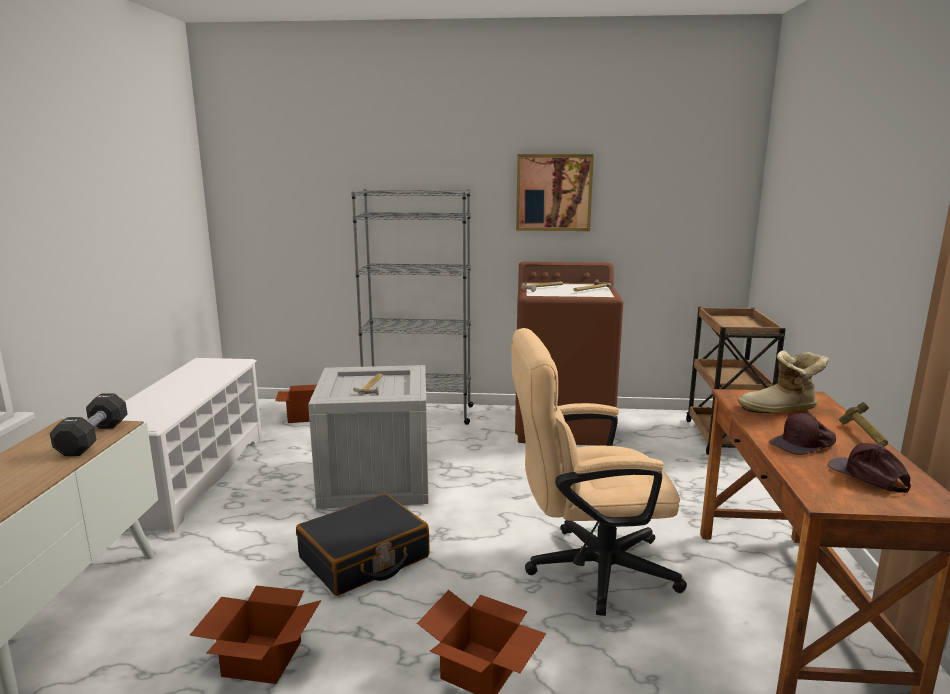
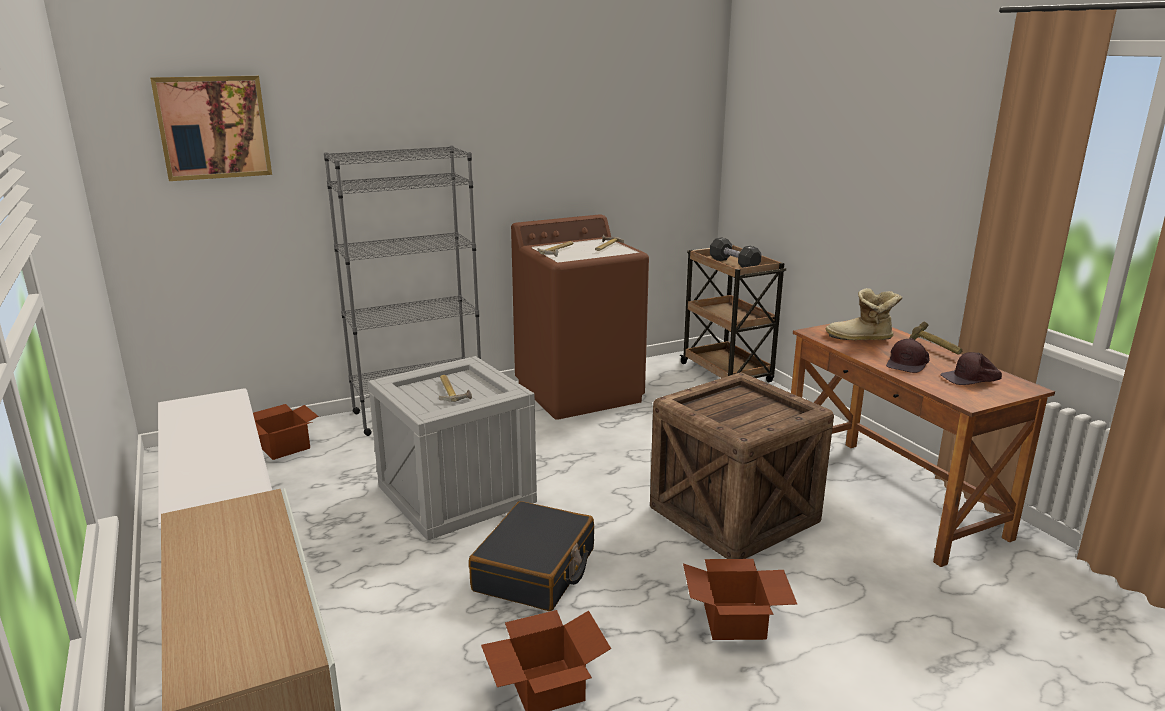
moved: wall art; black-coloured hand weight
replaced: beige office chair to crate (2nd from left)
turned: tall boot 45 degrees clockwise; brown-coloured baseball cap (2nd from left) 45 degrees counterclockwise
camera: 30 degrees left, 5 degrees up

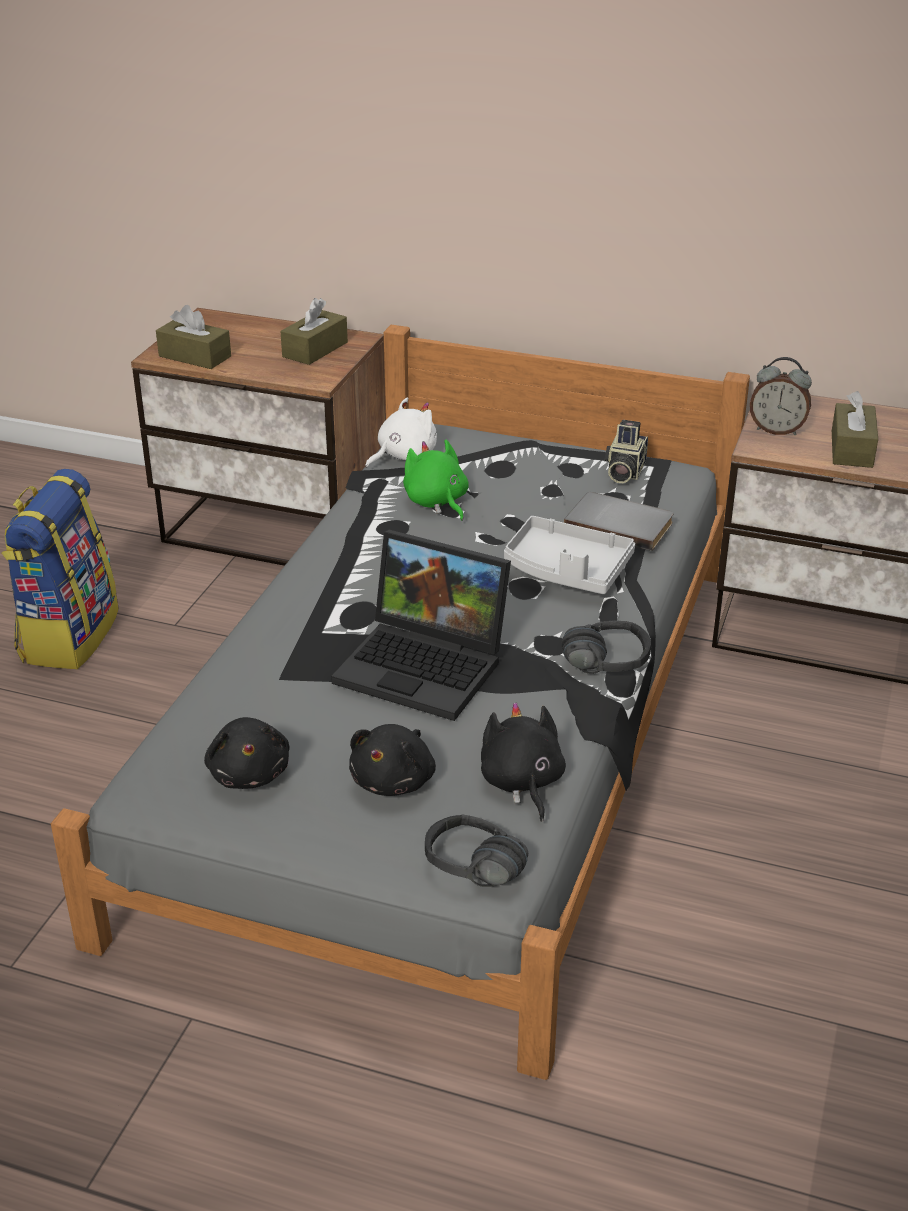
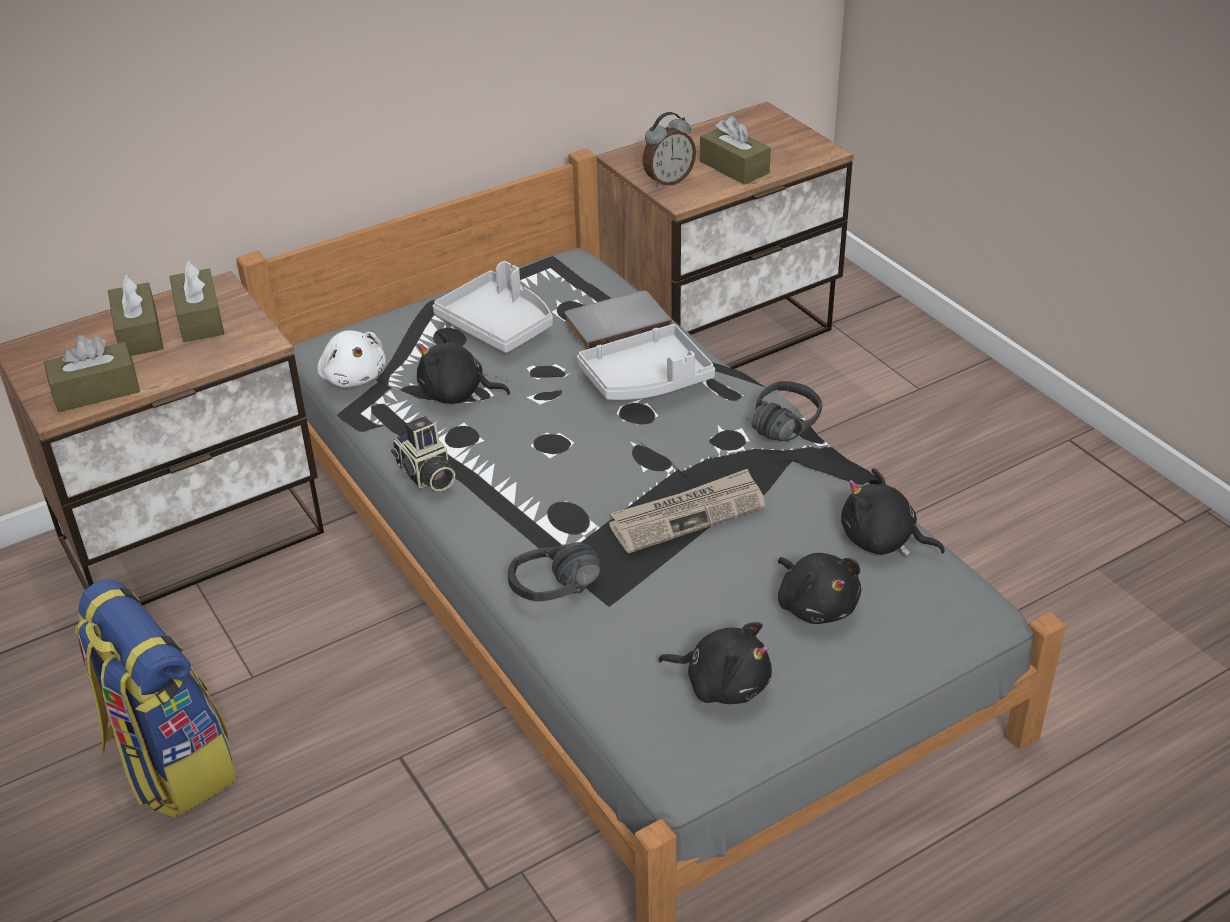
added: brown-coloured tissue box (2nd from left); gray carrying tray (1st from left)
moved: photo camera; black-coloured headphones (1st from left)
replaced: notebook computer to newspaper
recoloured: green plush toy to black-coloured plush toy (1st from left)
turned: whitish plush toy 150 degrees clockwise
camera: 50 degrees left, 5 degrees up

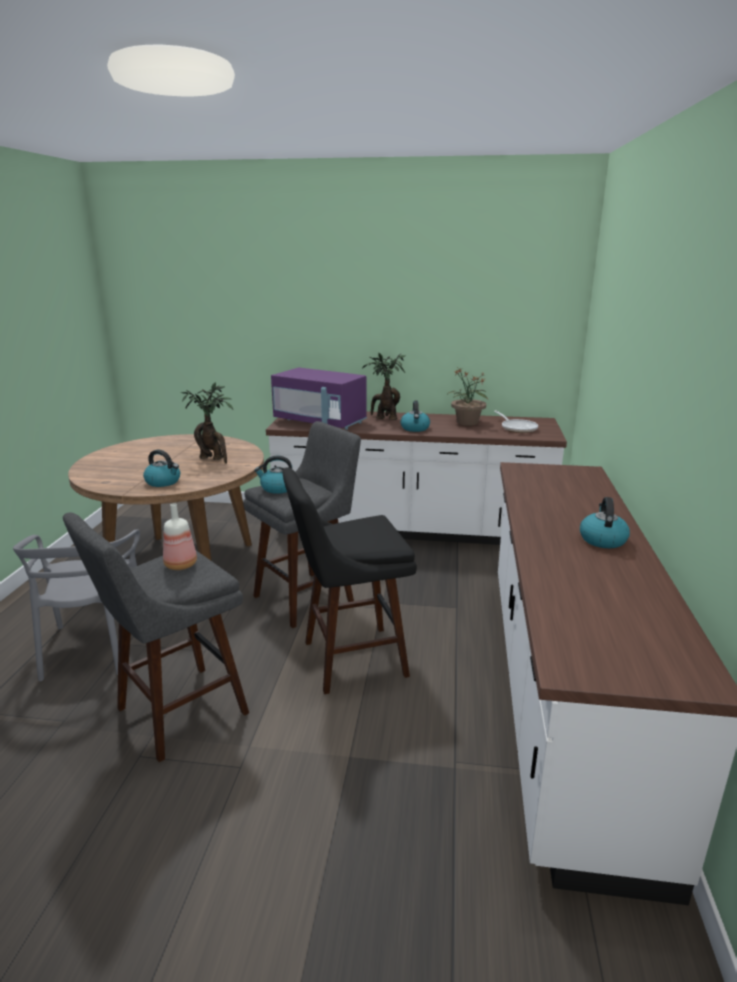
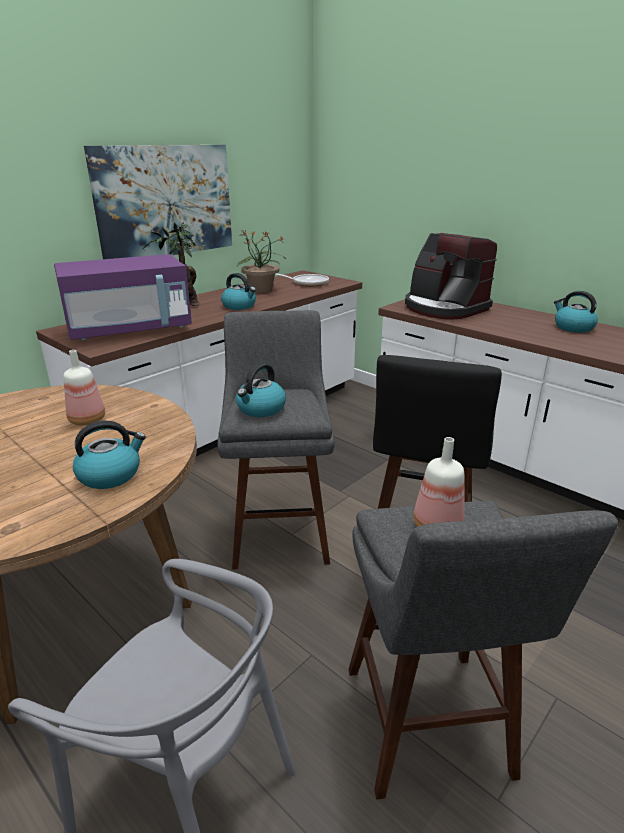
added: wall art; coffee brewer
replaced: plant in a pot (1st from left) to drink bottle (1st from left)
camera: 55 degrees left, 5 degrees up

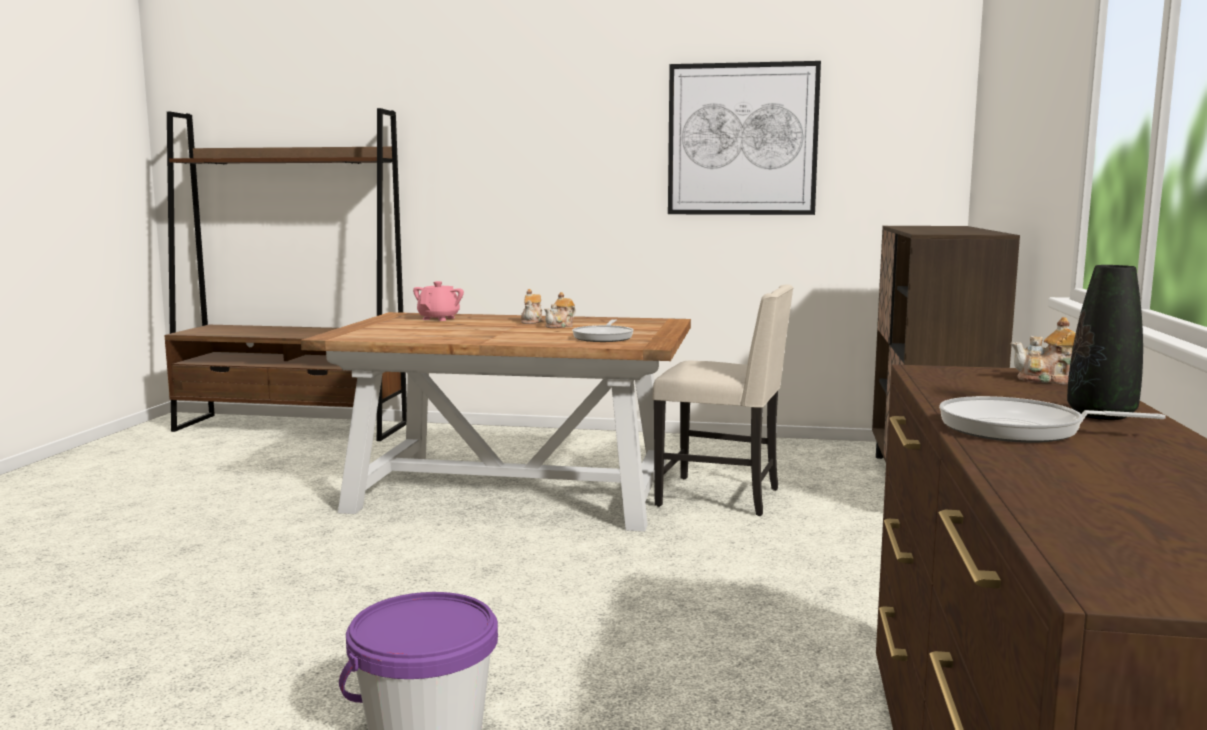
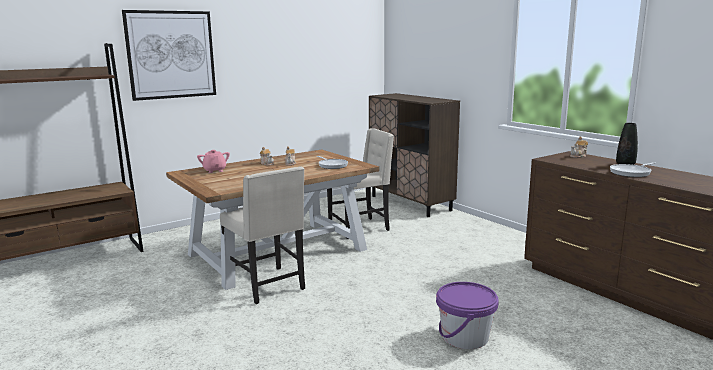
added: beige plain chair (1st from left)
moved: wall art
camera: 45 degrees left, 5 degrees up

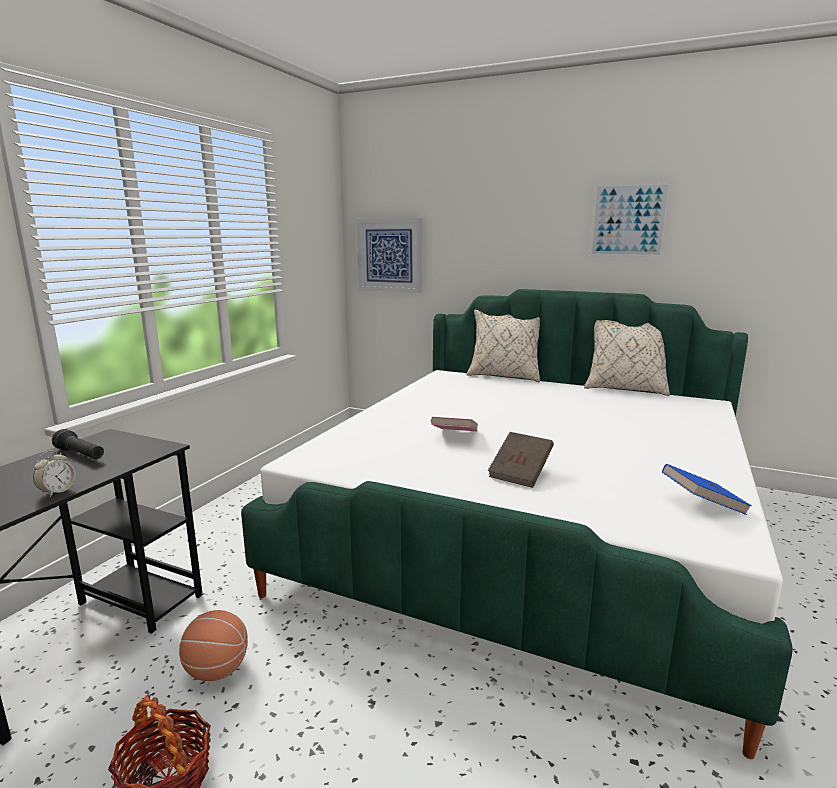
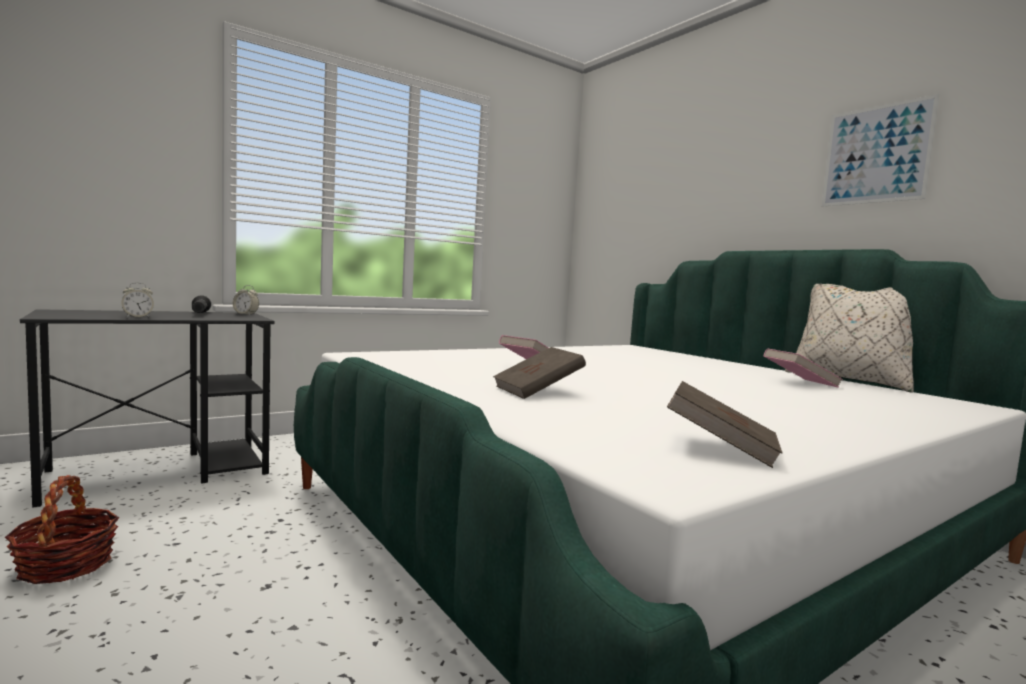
removed: basketball; wall art (1st from left); beige cushion (1st from left)
added: table clock (2nd from left); pink volume (2nd from left)
recoloured: bluish volume to brown-coloured volume (2nd from left)
camera: 30 degrees right, 10 degrees down

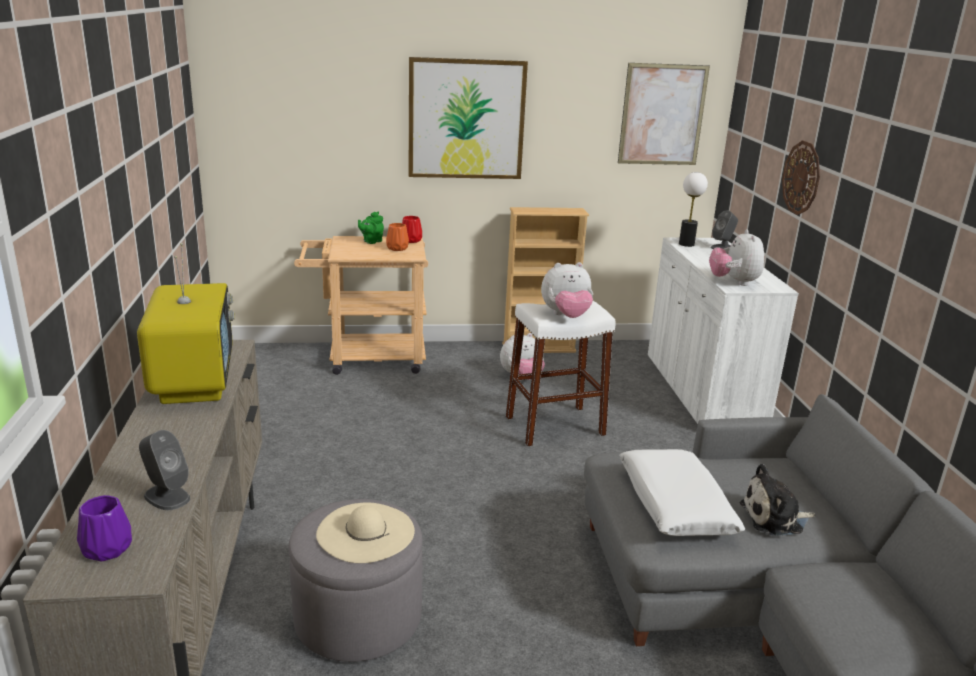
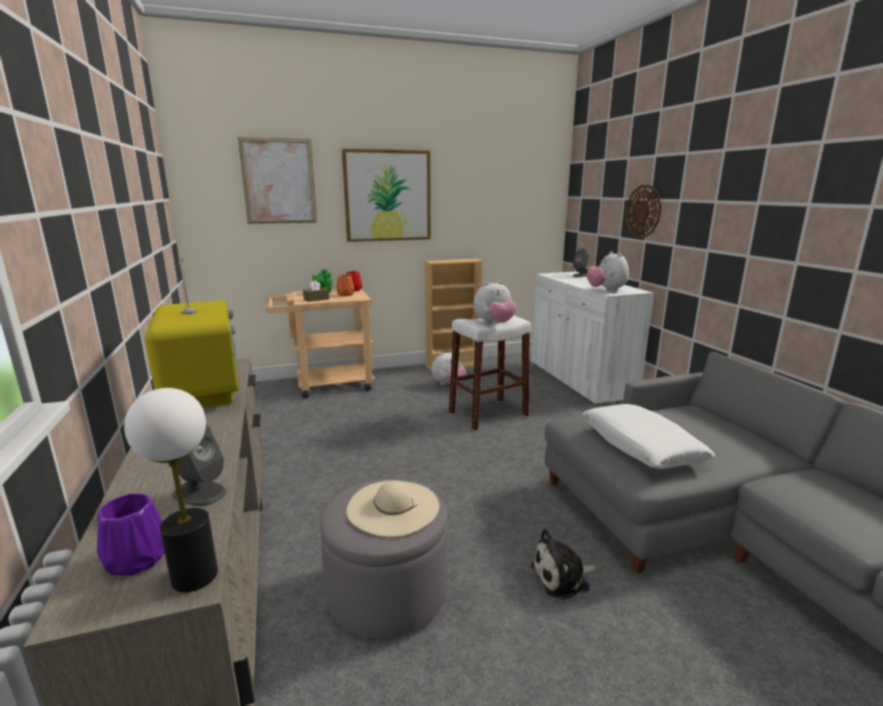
added: brown-coloured tissue box
moved: table lamp; wall art (2nd from left in the first image) to wall art (1st from left); plush toy (4th from left in the first image) to plush toy (3rd from left)
camera: 10 degrees left, 5 degrees down

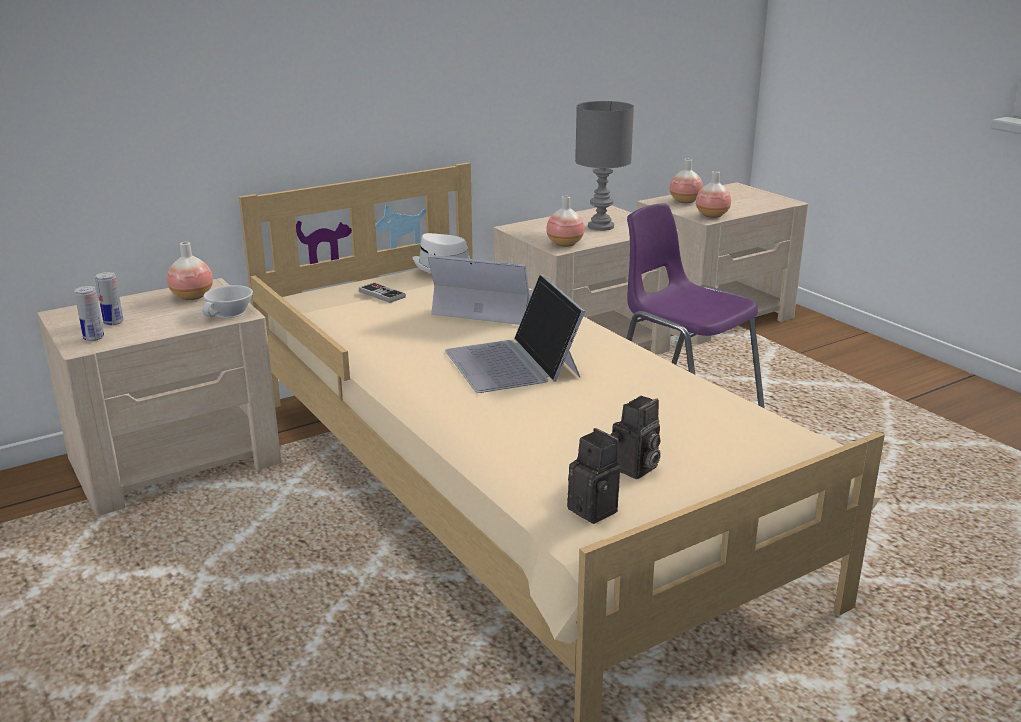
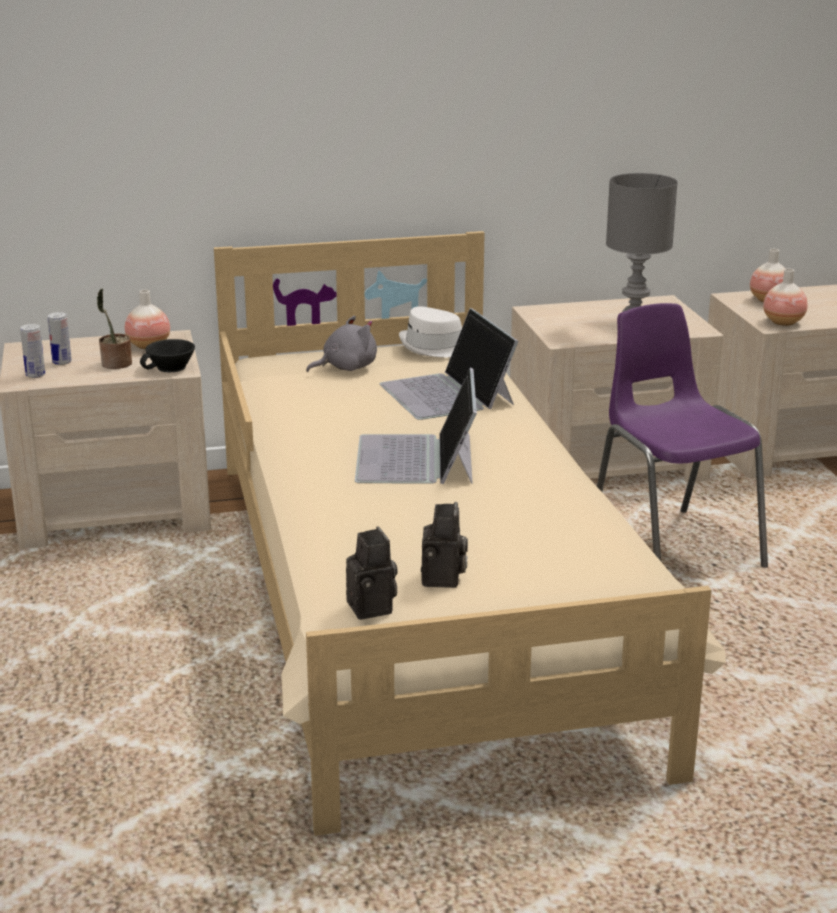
removed: decorative vase (2nd from left)
added: plant in a pot
replaced: joypad to gray plush toy
recoloured: whitish drinking cup to black-coloured drinking cup
turned: notebook computer (1st from left in the first image) 150 degrees counterclockwise; photo camera (2nd from left) 60 degrees counterclockwise
camera: 20 degrees right, 0 degrees up

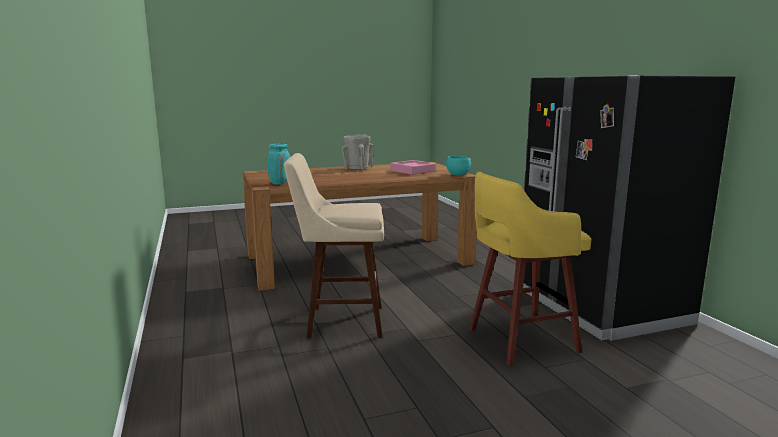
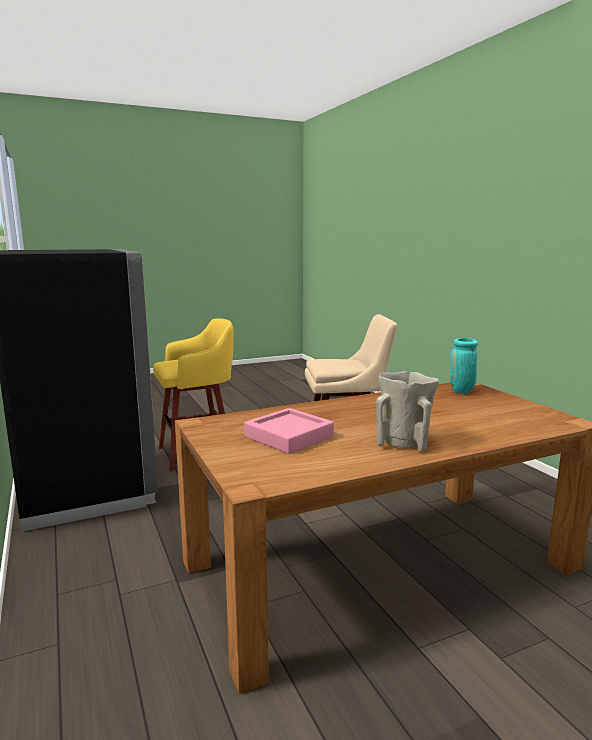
removed: turquoise deep dish
camera: 175 degrees right, 0 degrees up

